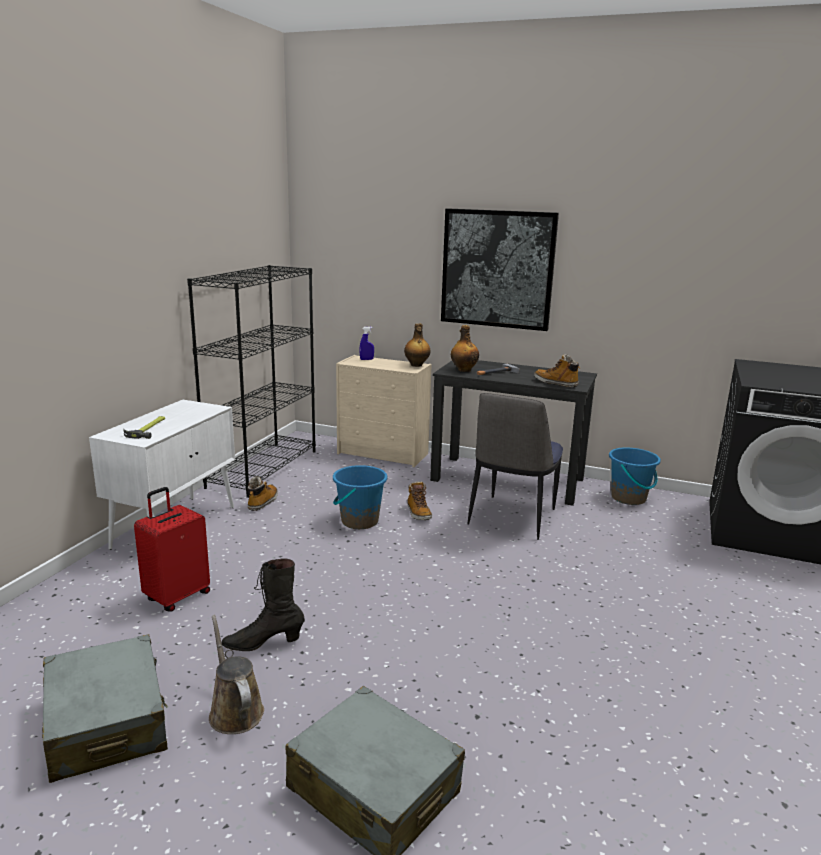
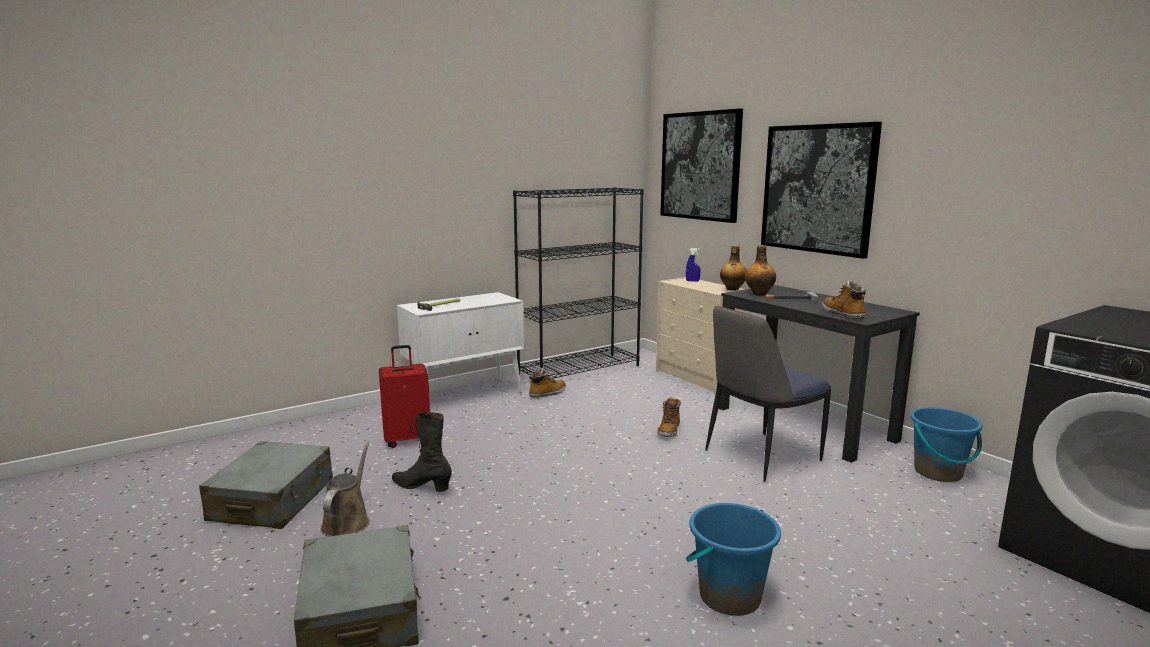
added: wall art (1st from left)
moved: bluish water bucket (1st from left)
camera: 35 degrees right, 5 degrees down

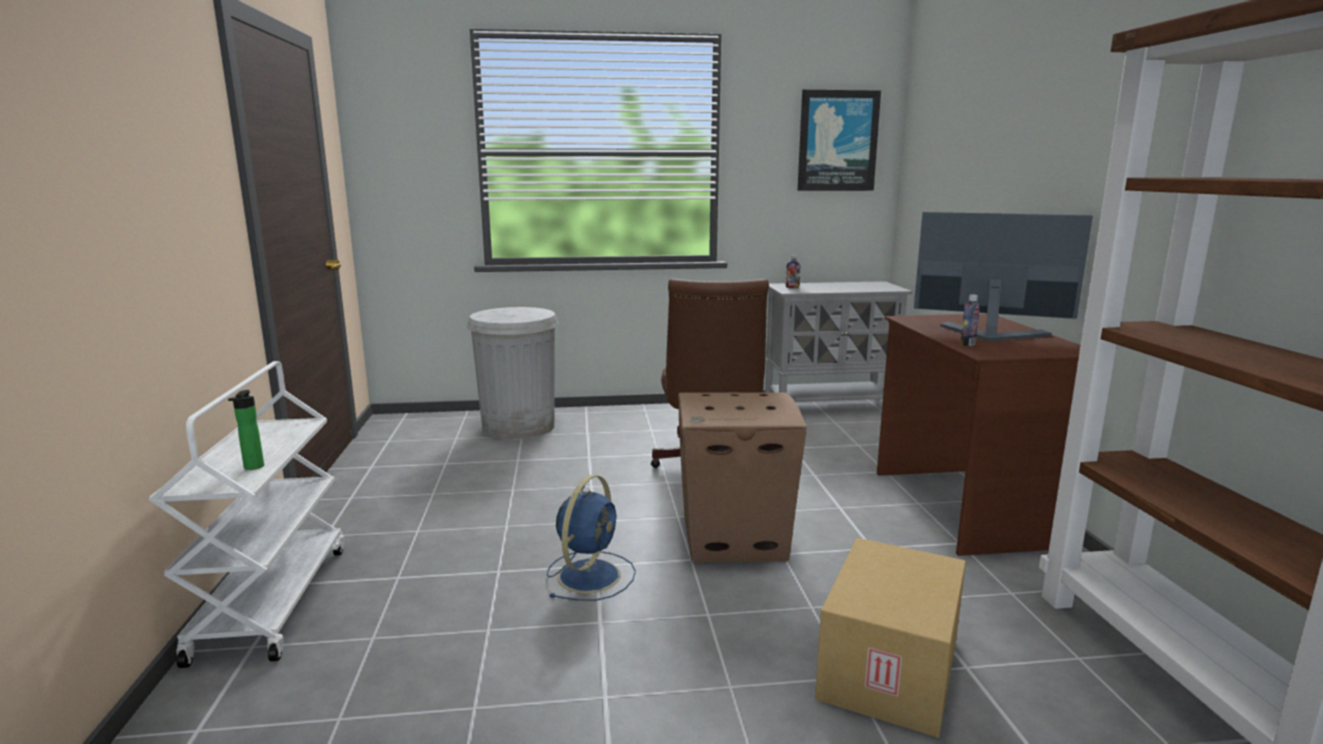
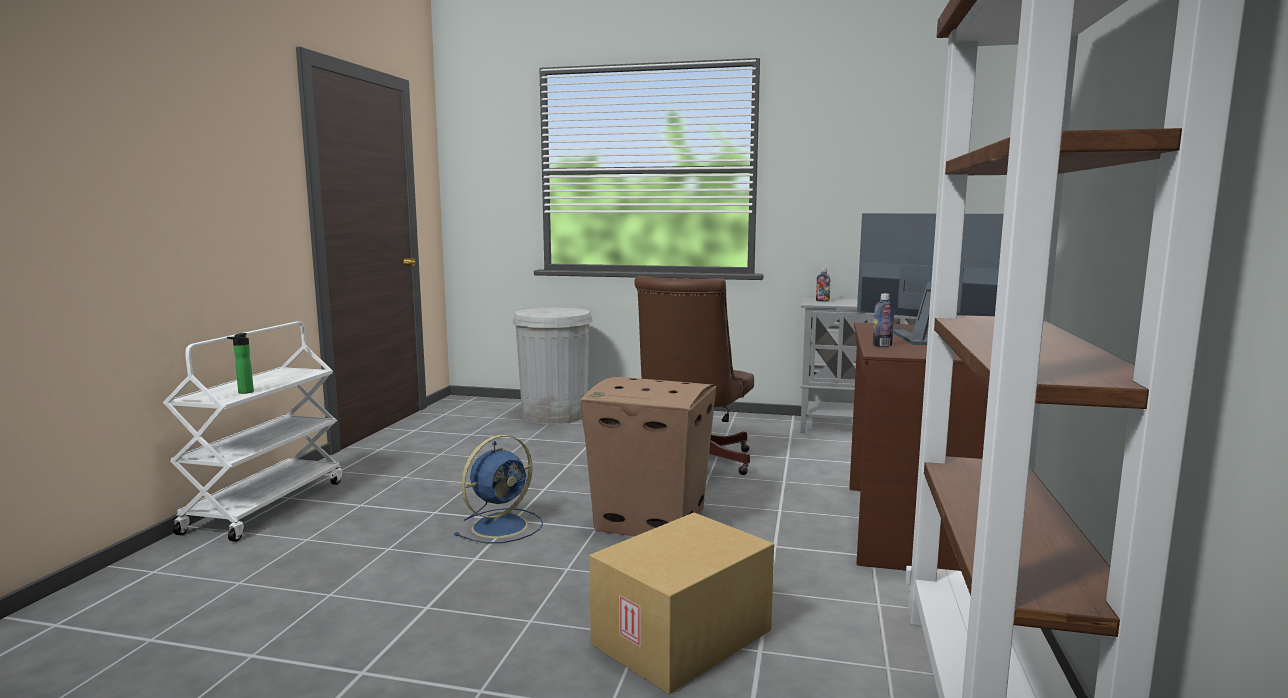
removed: wall art
camera: 20 degrees right, 5 degrees down

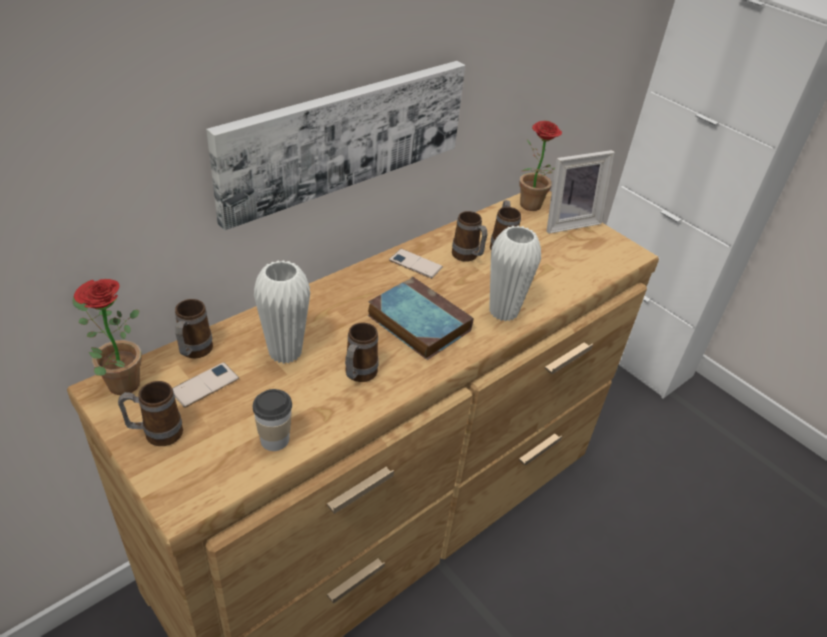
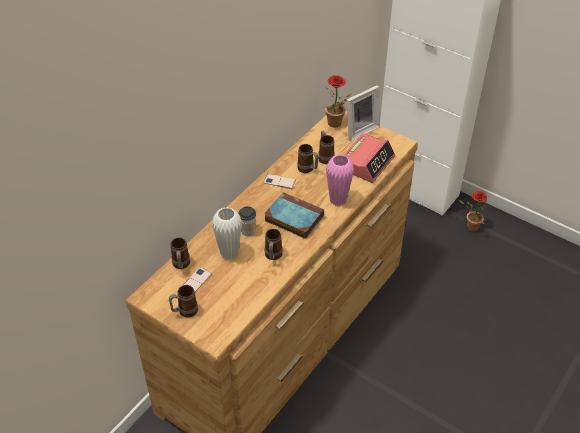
removed: wall art
added: table clock
moved: drinking cup; plant in a pot (1st from left in the first image) to plant in a pot (2nd from left)
recoloured: whitish decorative vase (2nd from left) to pink decorative vase
camera: 10 degrees left, 5 degrees up

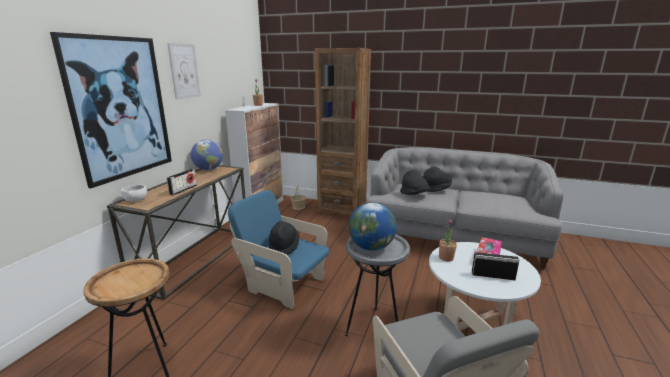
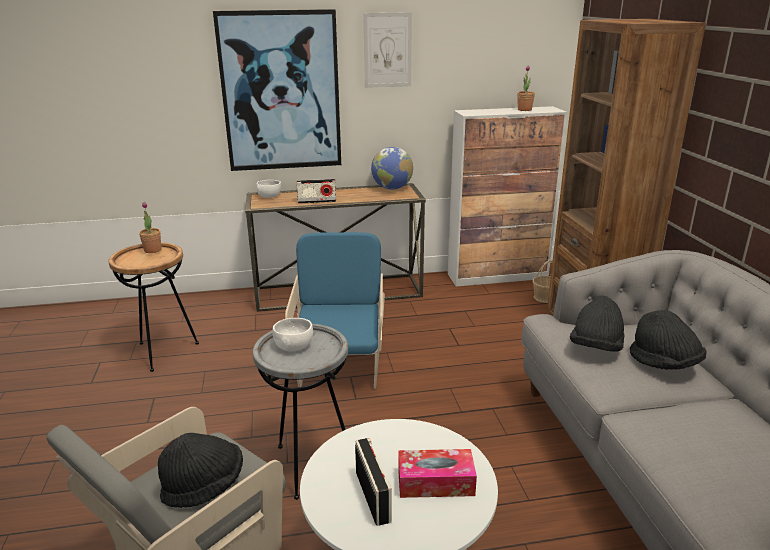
moved: plant in a pot (2nd from left in the first image) to plant in a pot (1st from left); black-coloured clothing hat (1st from left)
replaced: desk globe (2nd from left) to whitish deep dish (2nd from left)
camera: 60 degrees right, 5 degrees up

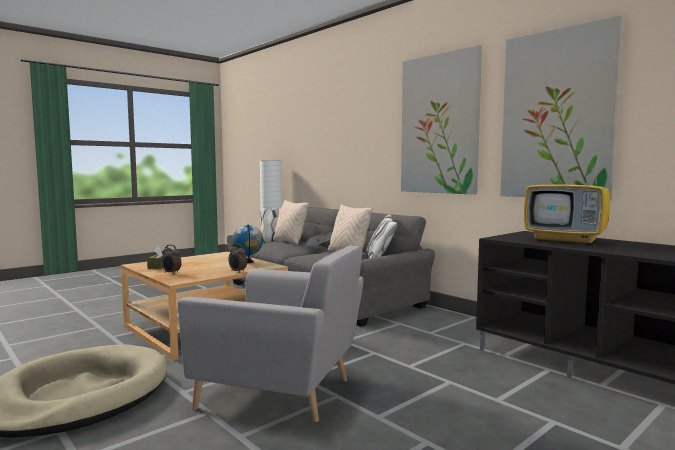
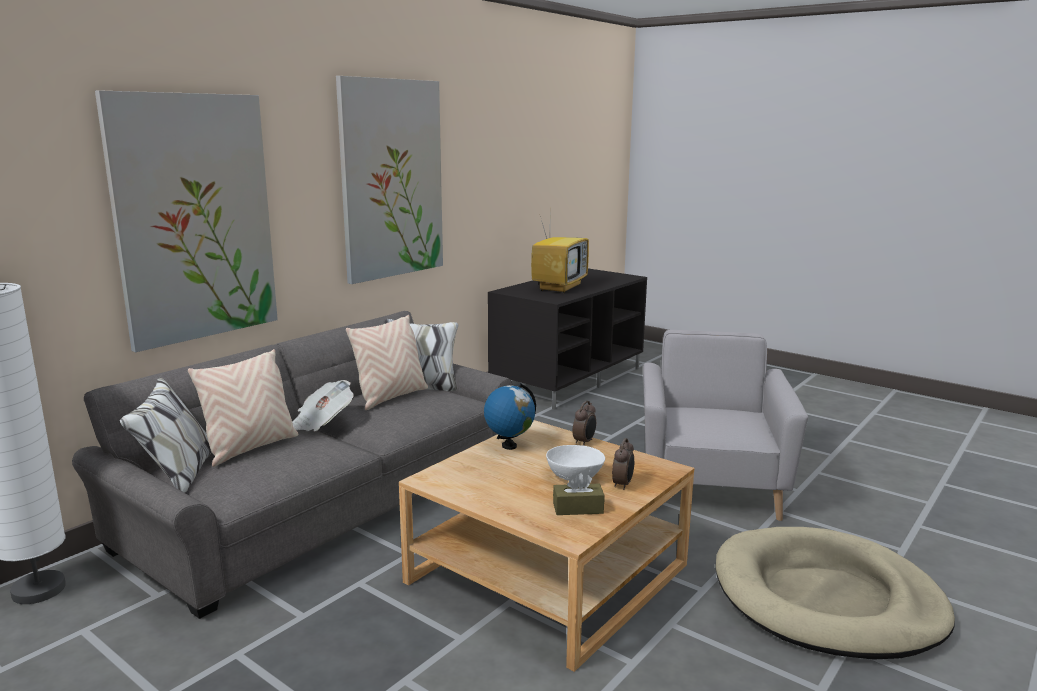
added: whitish deep dish
moved: wall art (2nd from left in the first image) to wall art (1st from left)
camera: 100 degrees left, 10 degrees up

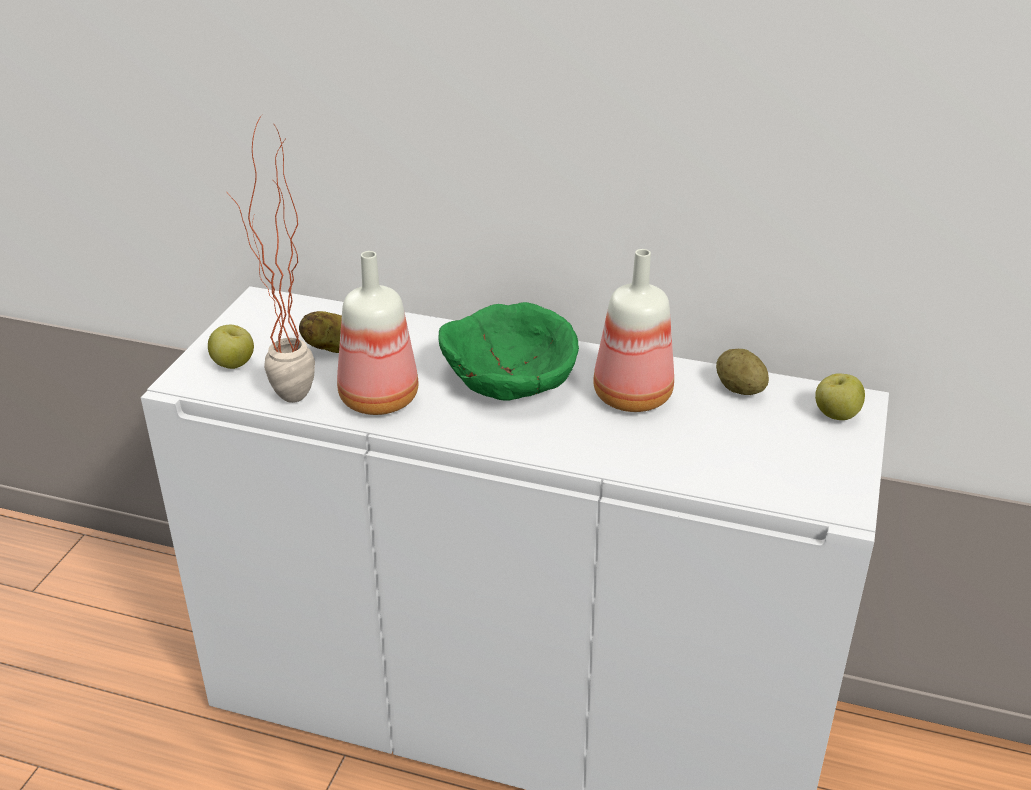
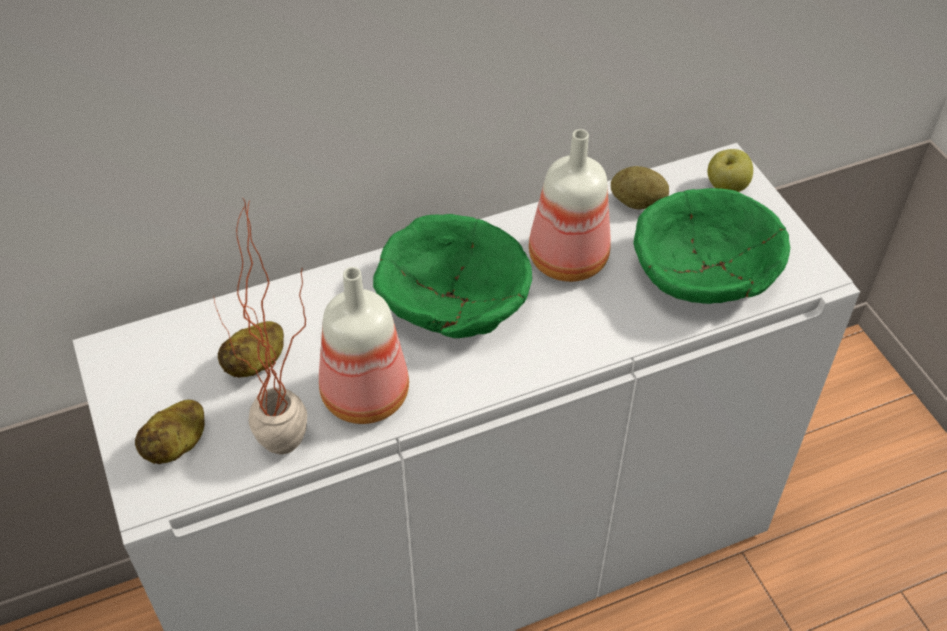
added: green deep dish (2nd from left)
replaced: whole apple (1st from left) to potato (1st from left)
camera: 40 degrees left, 15 degrees up

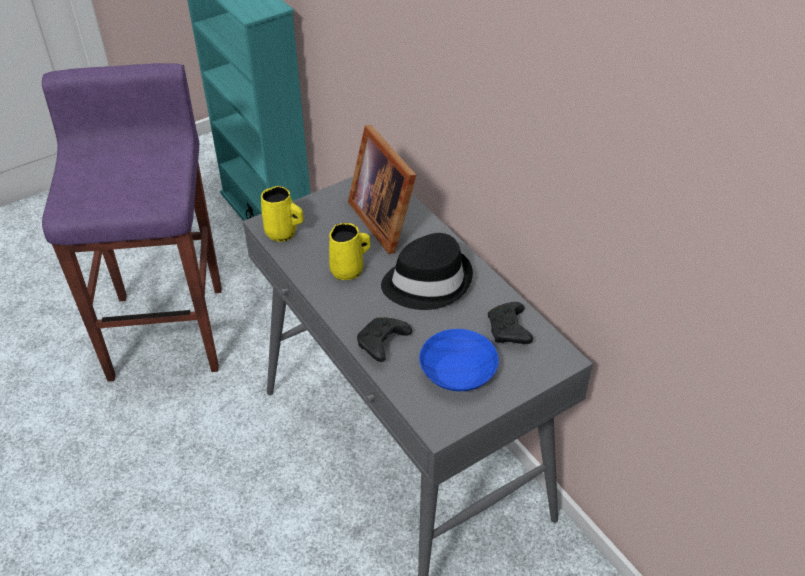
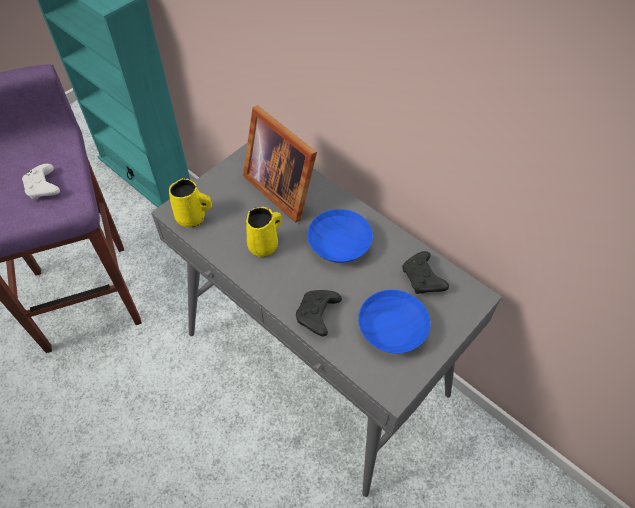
added: whitish joypad
replaced: black-coloured clothing hat to bluish deep dish (1st from left)
camera: 15 degrees left, 10 degrees up

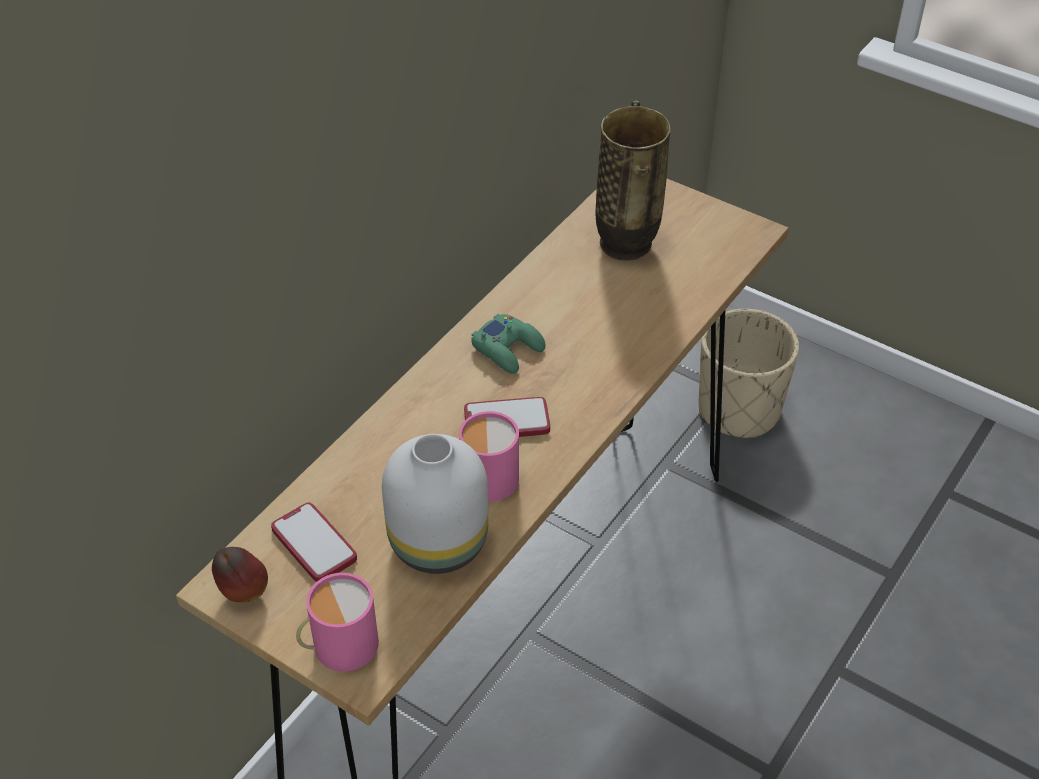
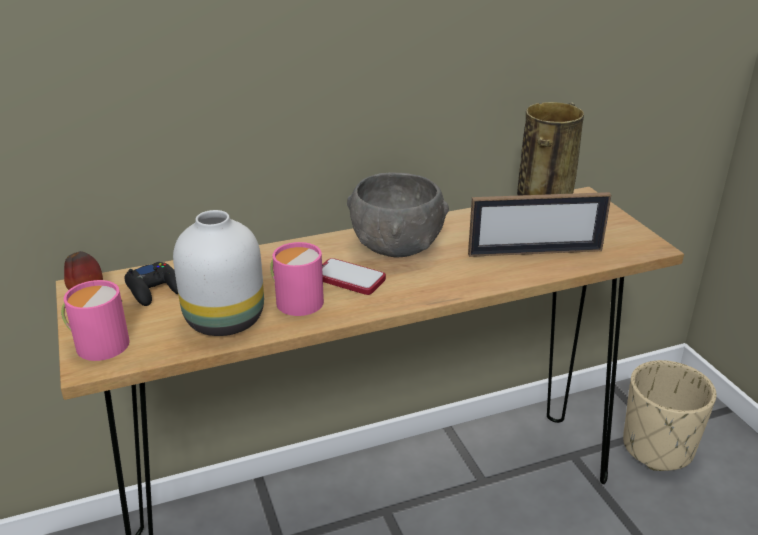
added: photo frame
replaced: telephone (1st from left) to black-coloured joypad; green joypad to gray deep dish
camera: 35 degrees right, 15 degrees down

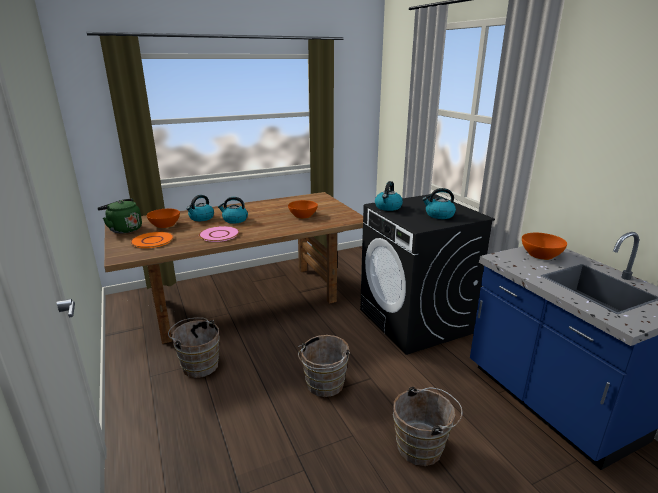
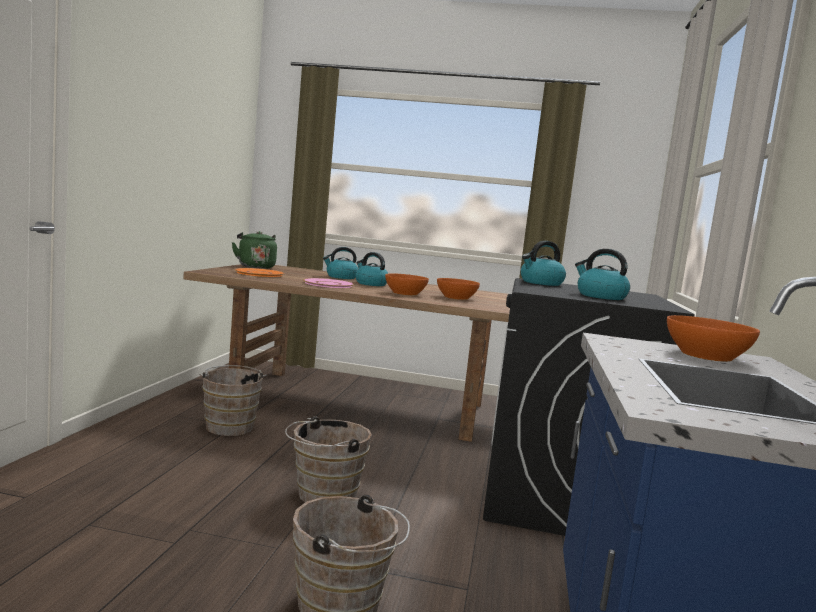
moved: orangey deep dish (1st from left)
camera: 35 degrees right, 15 degrees down

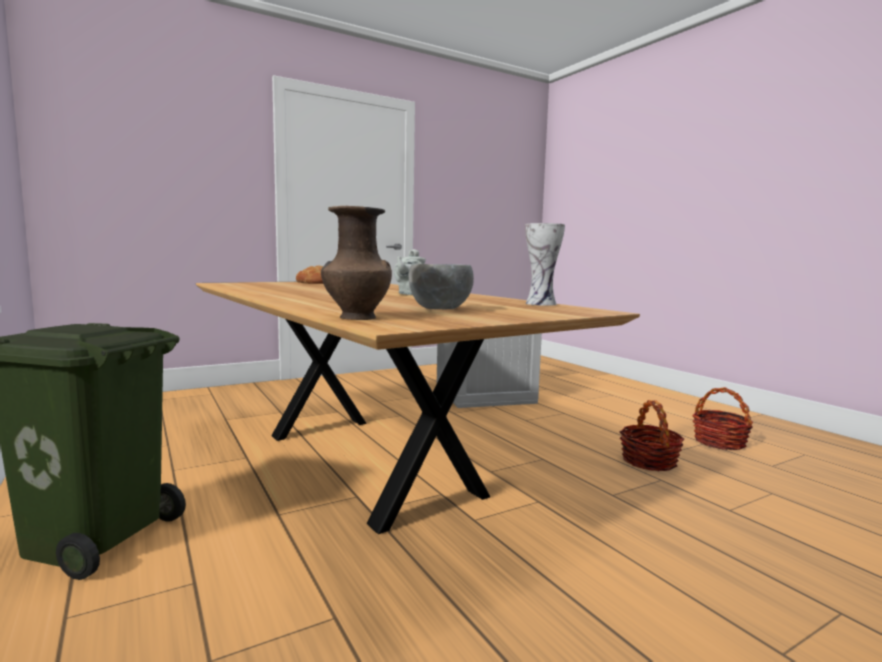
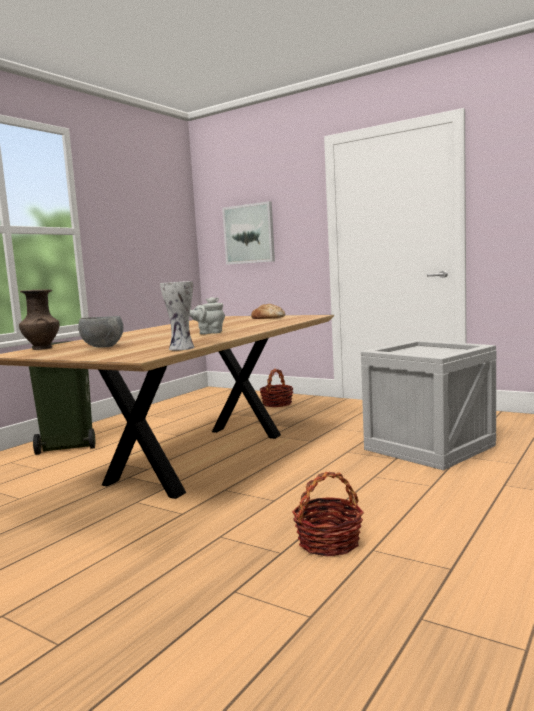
added: wall art
moved: household basket (2nd from left in the first image) to household basket (1st from left)
camera: 65 degrees right, 0 degrees up

